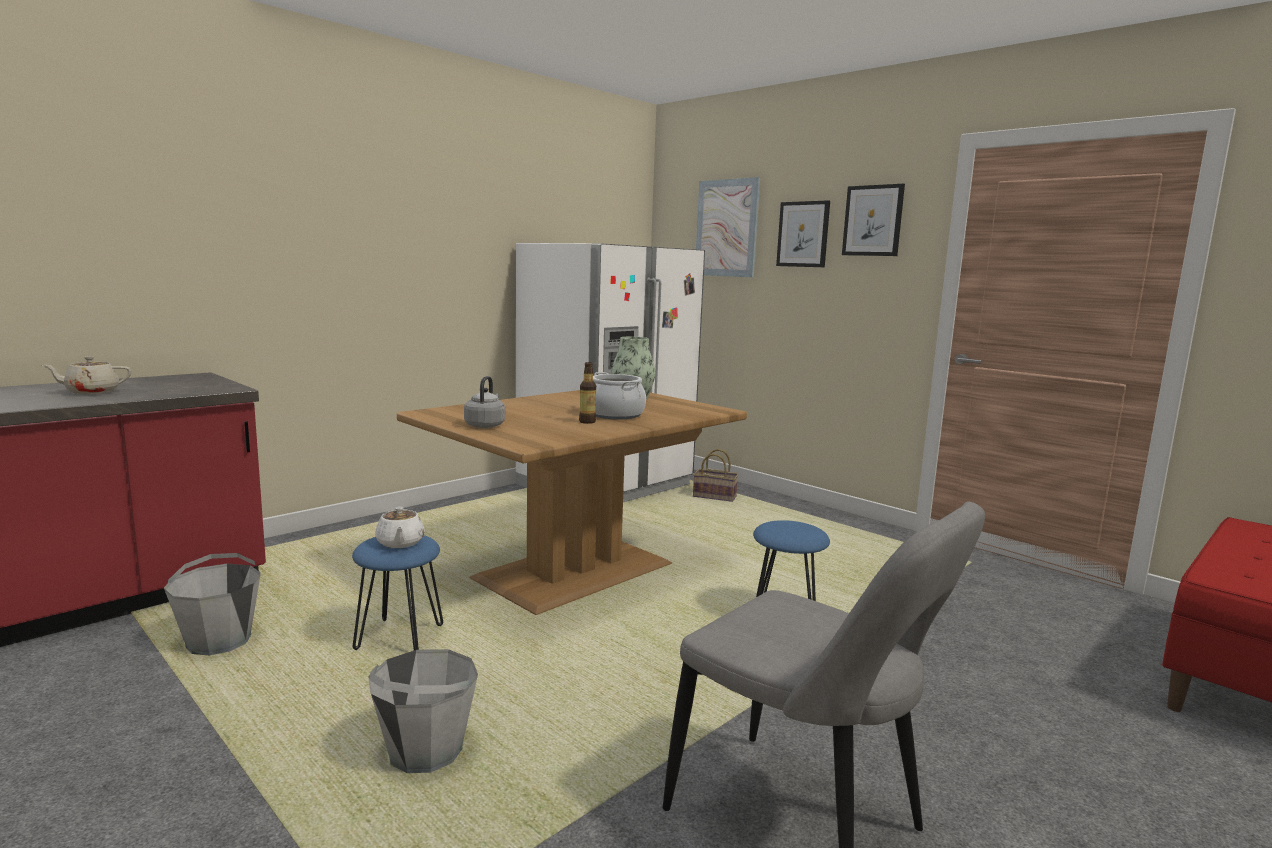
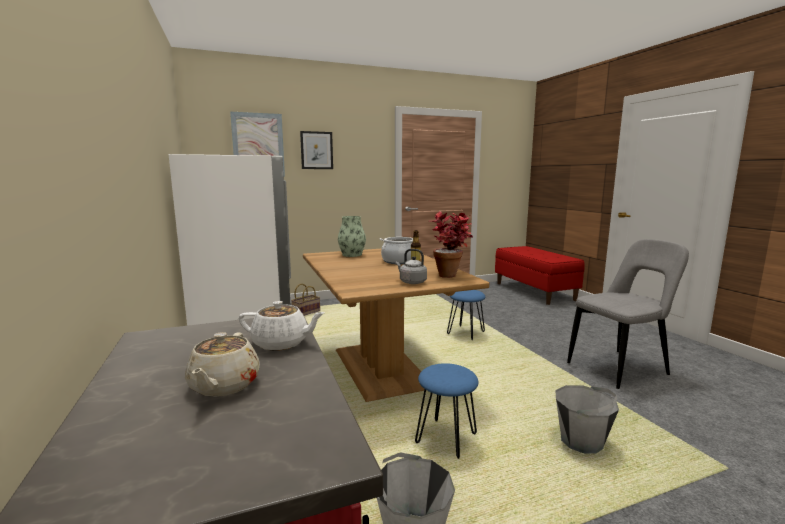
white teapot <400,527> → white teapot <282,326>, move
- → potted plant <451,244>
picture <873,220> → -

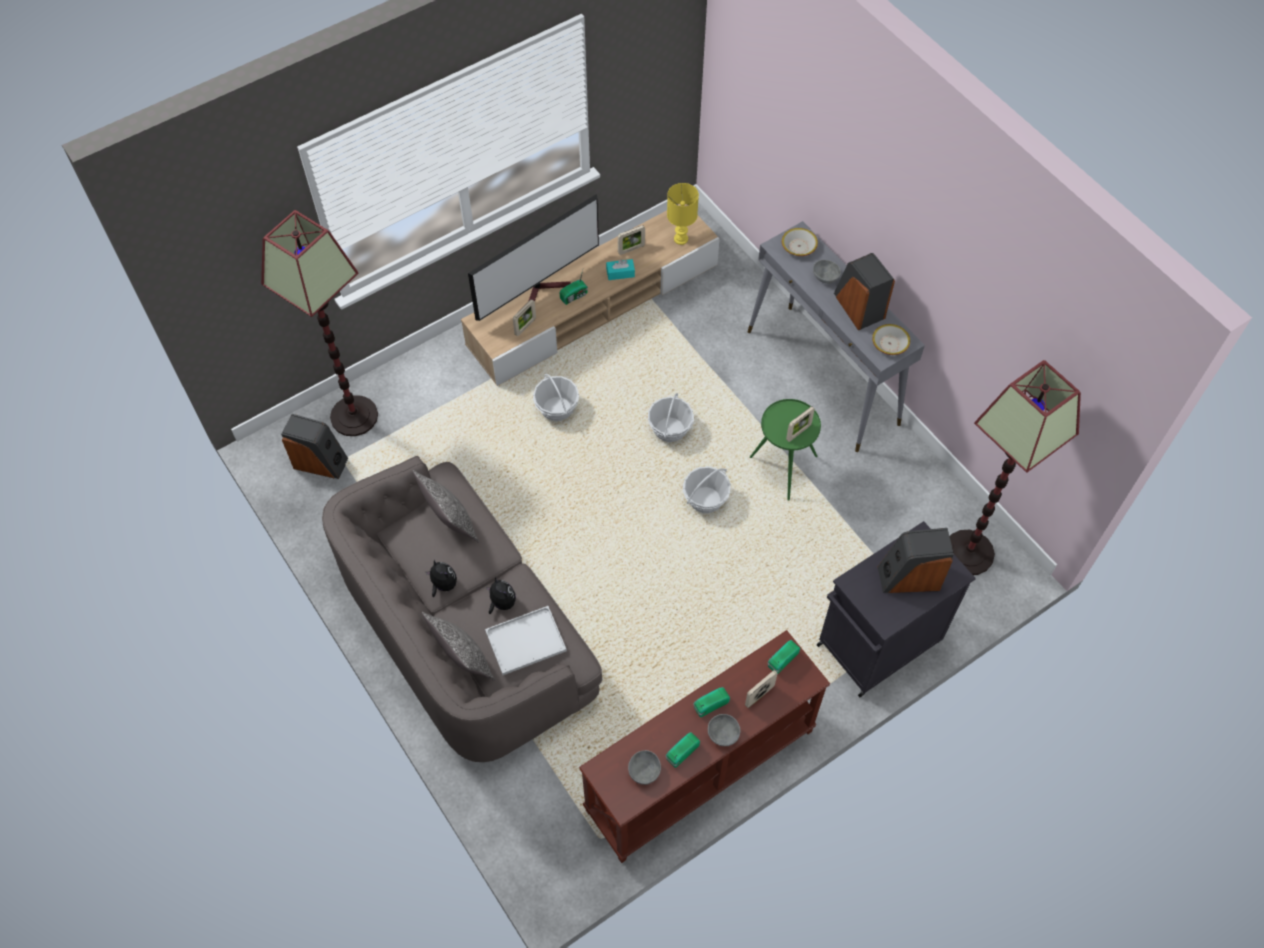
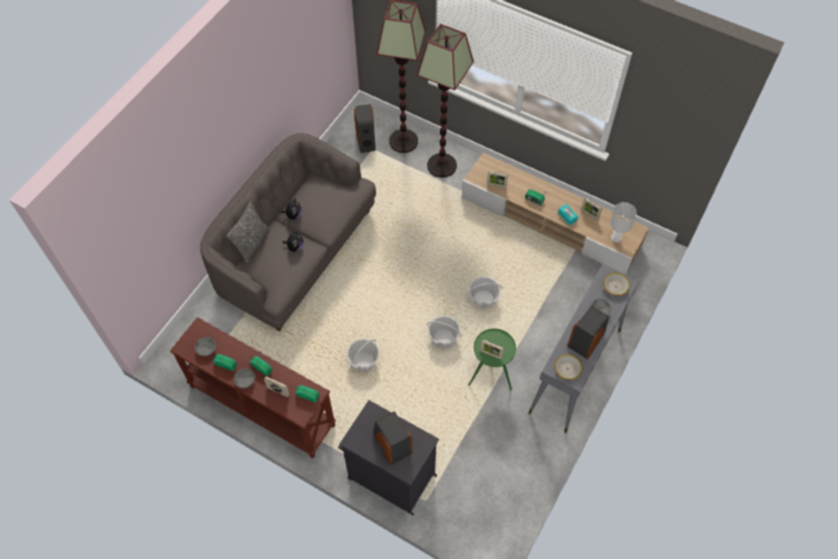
basket <556,397> → basket <363,355>, move
floor lamp <1015,467> → floor lamp <445,101>, move
yellow table lamp <683,214> → white table lamp <623,222>
pillow <445,506> → -
television <533,257> → -
white tray <526,640> → -

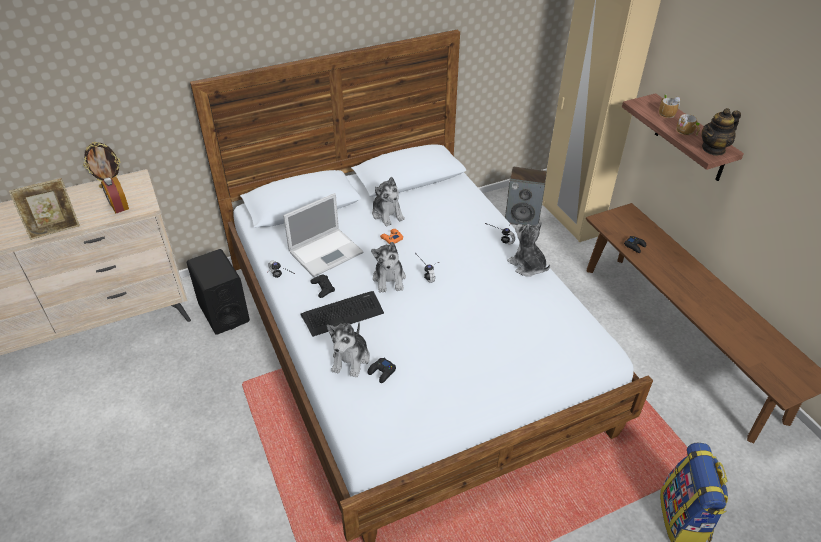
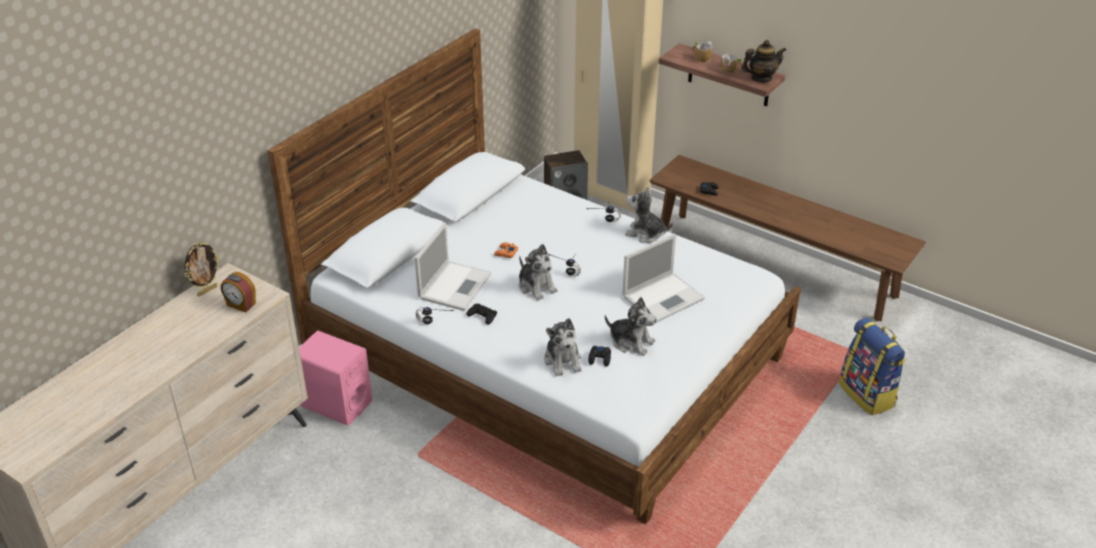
black speaker <218,292> → pink speaker <335,378>
plush toy <388,201> → plush toy <631,326>, move
- → laptop <663,278>
teapot <721,132> → teapot <764,61>, 135 degrees counterclockwise
picture frame <44,209> → -
keyboard <342,314> → -

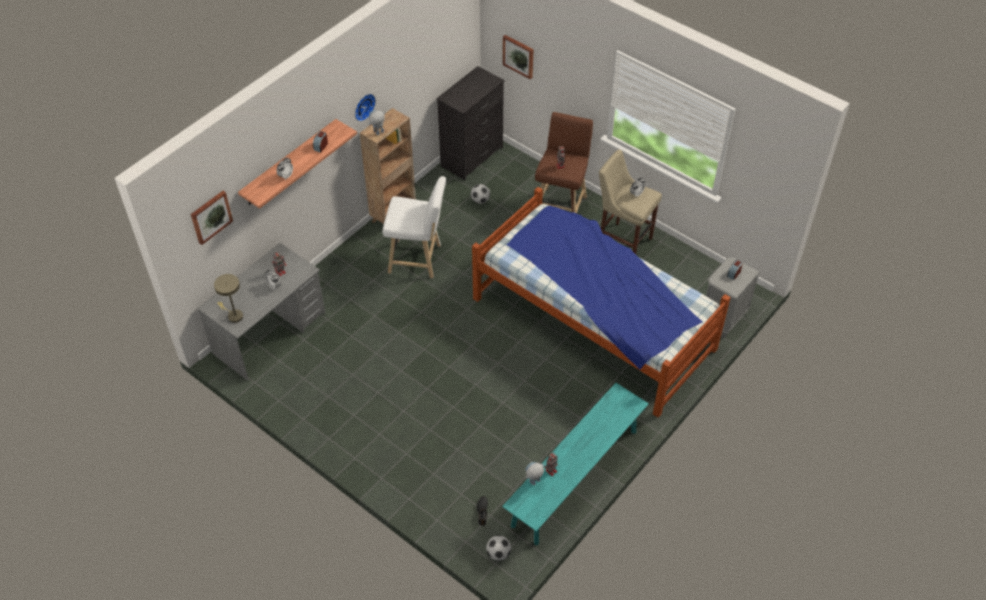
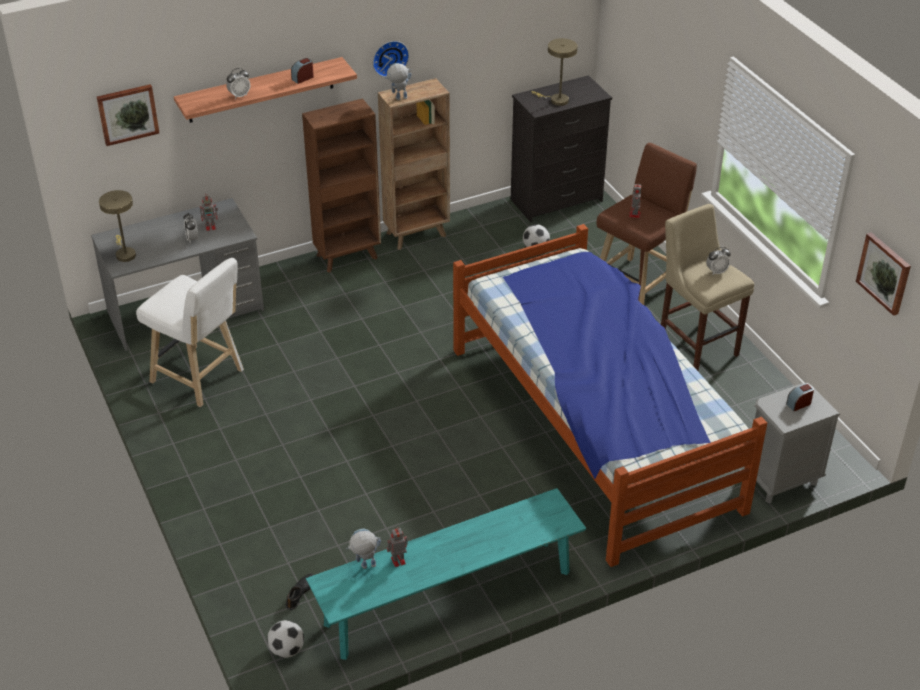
white stool <414,227> → white stool <190,332>, move
- → brown bookcase <341,185>
- → beige table lamp <554,72>
picture <518,57> → picture <883,274>, move

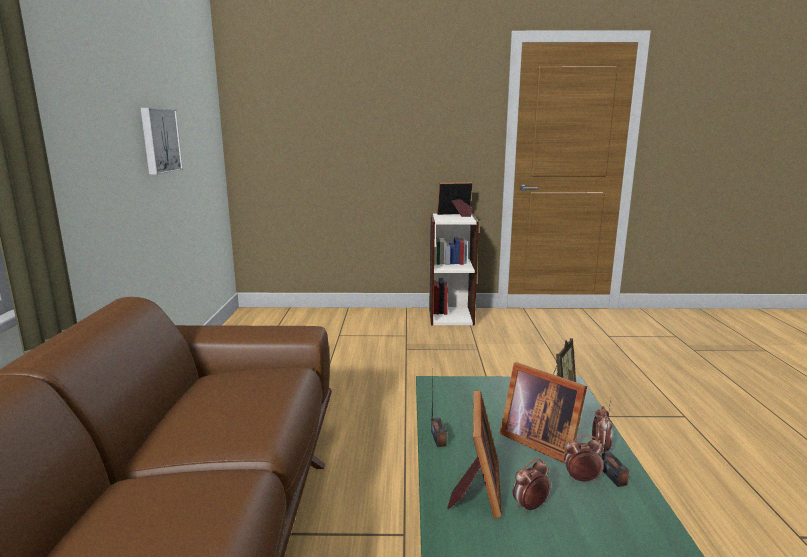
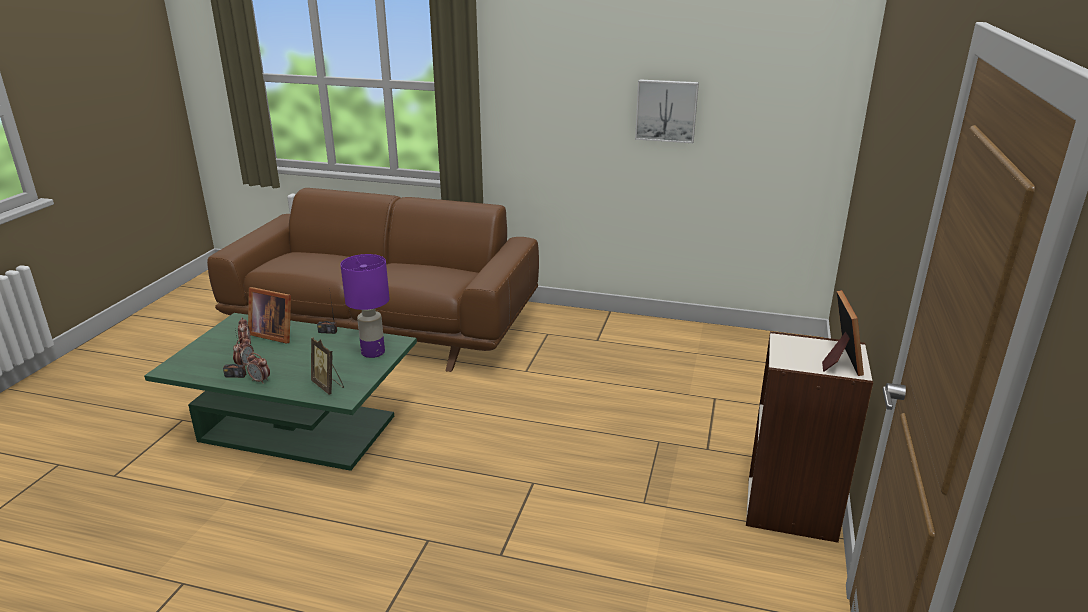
- → purple table lamp <364,306>
picture frame <543,412> → -

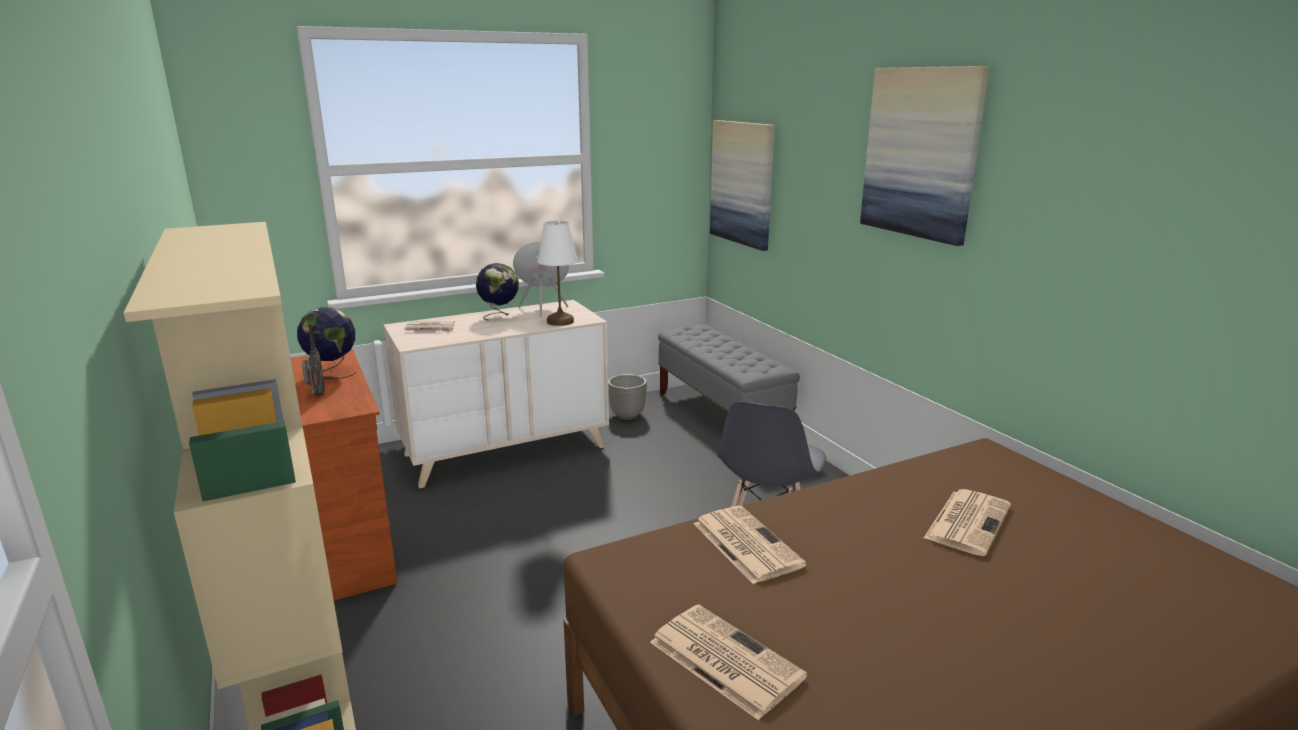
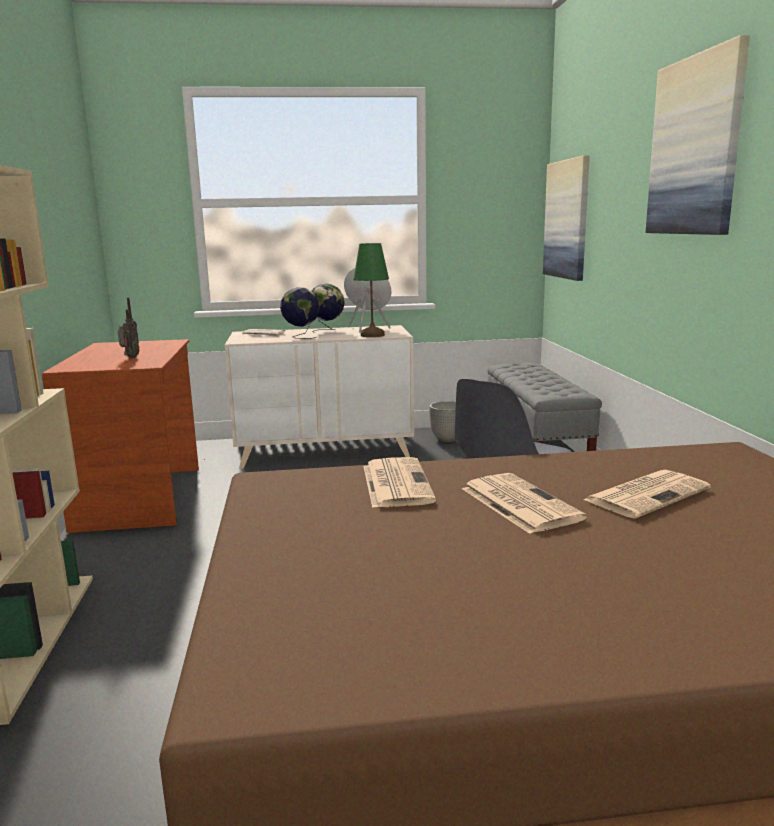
globe <327,343> → globe <300,313>, move
white table lamp <558,273> → green table lamp <371,290>
newspaper <728,662> → newspaper <524,503>, move

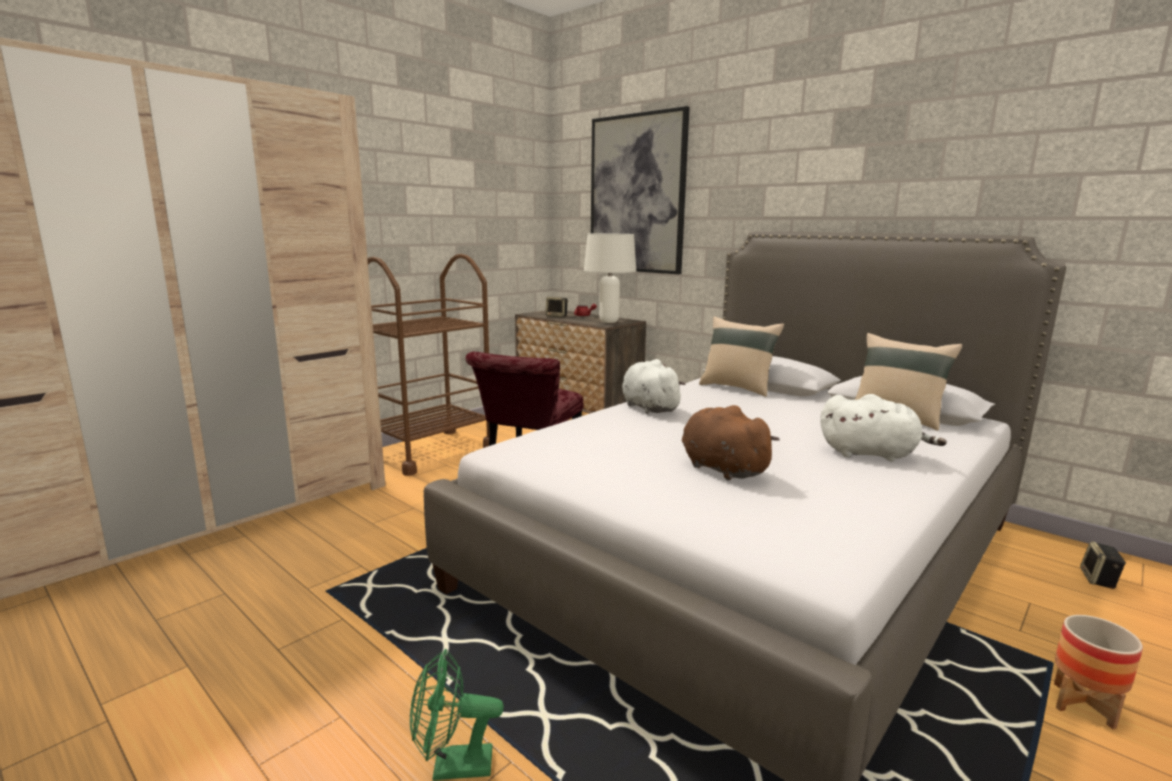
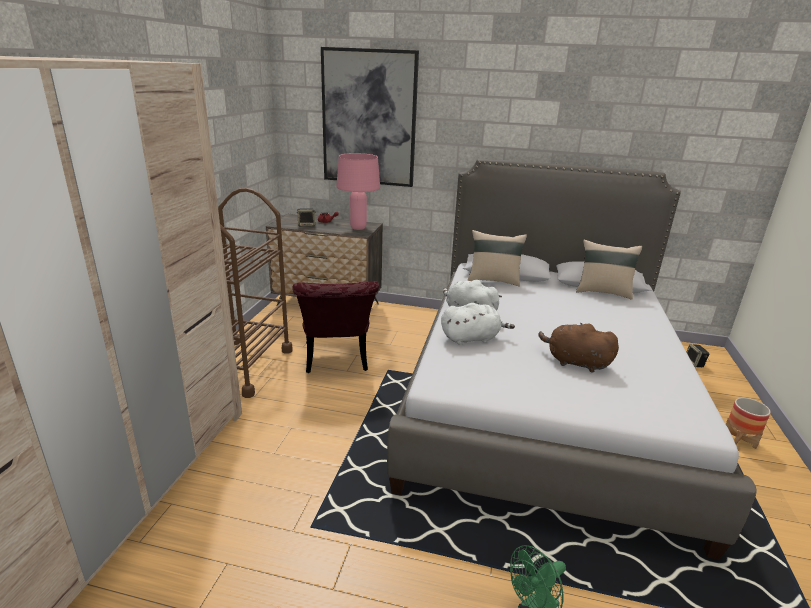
white table lamp <610,278> → pink table lamp <358,191>
white plush toy <883,427> → white plush toy <478,324>, move

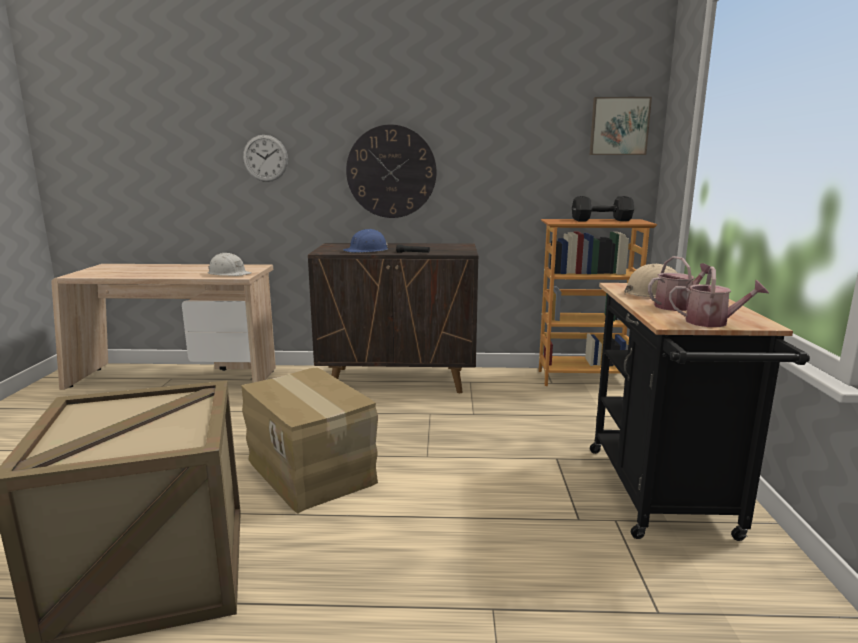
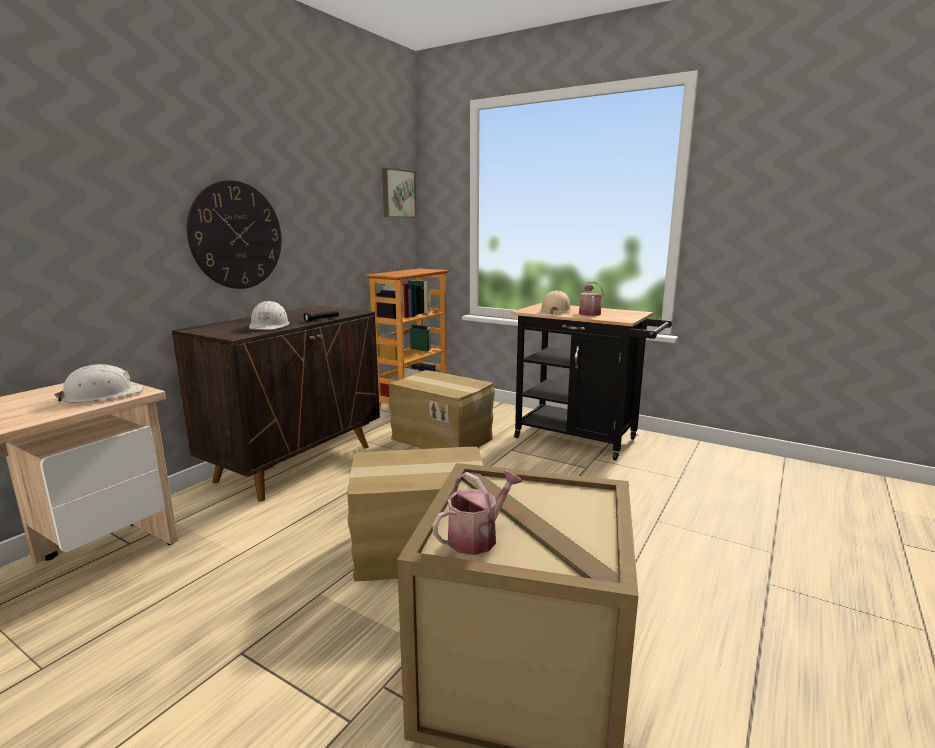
blue hard hat <365,241> → white hard hat <269,315>
- → cardboard box <441,409>
watering can <719,297> → watering can <477,512>, move
wall clock <265,158> → -
black dumbbell <603,208> → -

